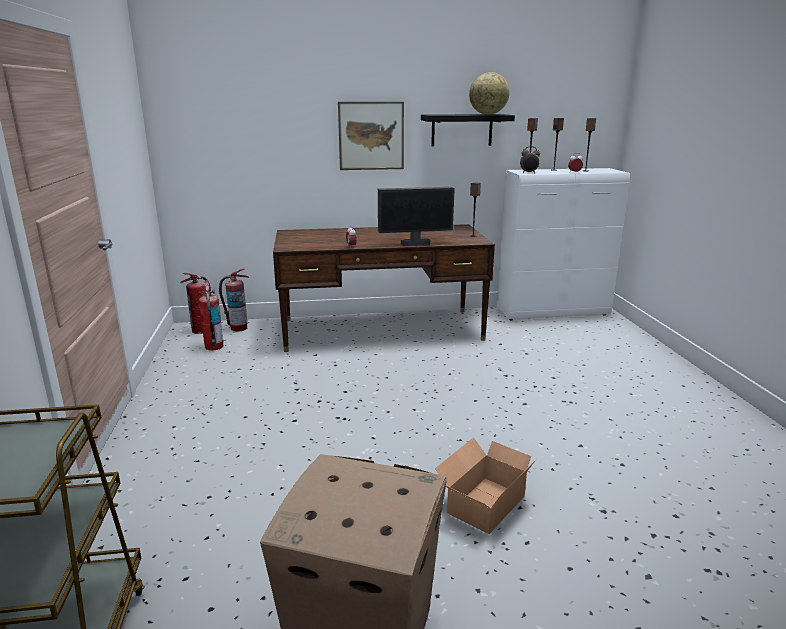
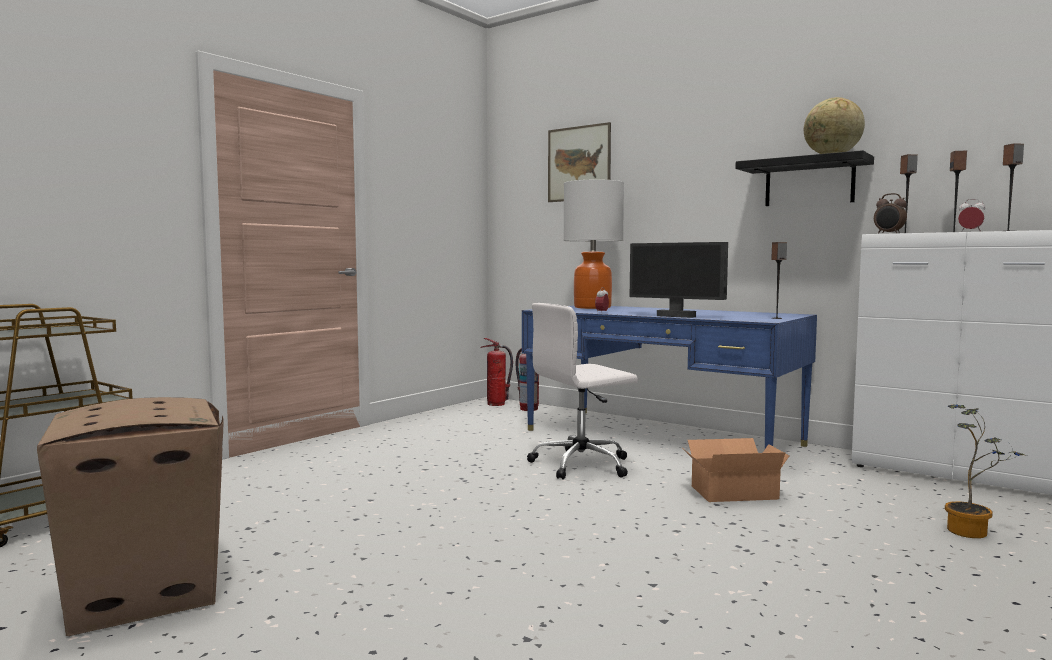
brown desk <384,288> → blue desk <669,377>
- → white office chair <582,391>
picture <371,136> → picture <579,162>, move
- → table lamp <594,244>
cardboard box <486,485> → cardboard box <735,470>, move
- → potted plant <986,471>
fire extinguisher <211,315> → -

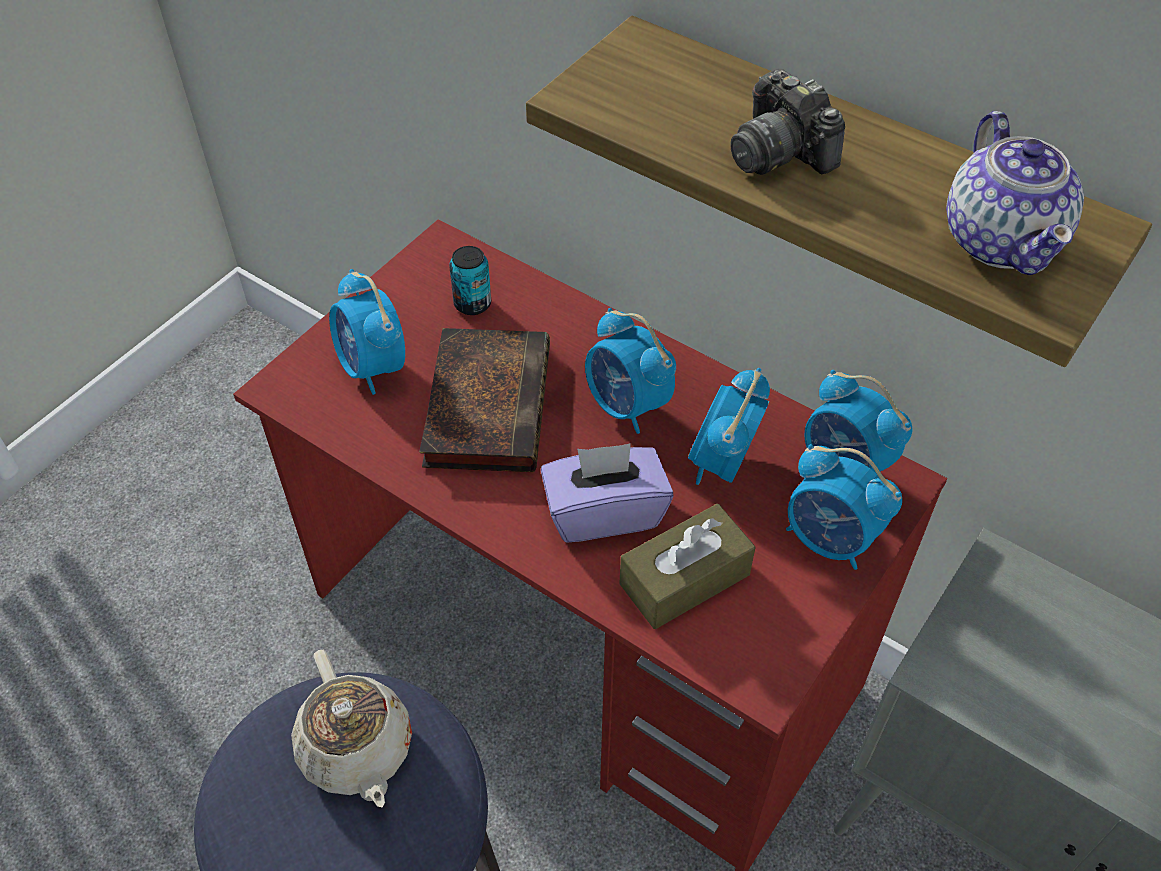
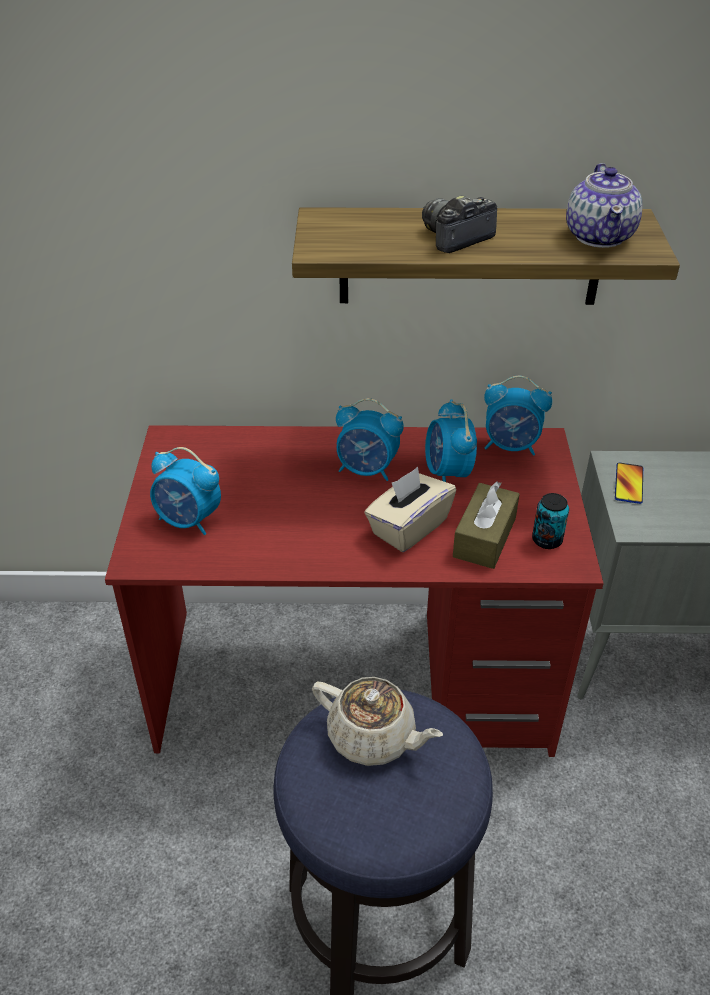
purple tissue box <607,493> → beige tissue box <410,509>
photo camera <788,122> → photo camera <459,224>, 120 degrees clockwise
can <470,280> → can <550,521>, move
teapot <1015,193> → teapot <604,205>, 45 degrees clockwise
- → phone <629,483>
book <484,400> → -
alarm clock <844,507> → -

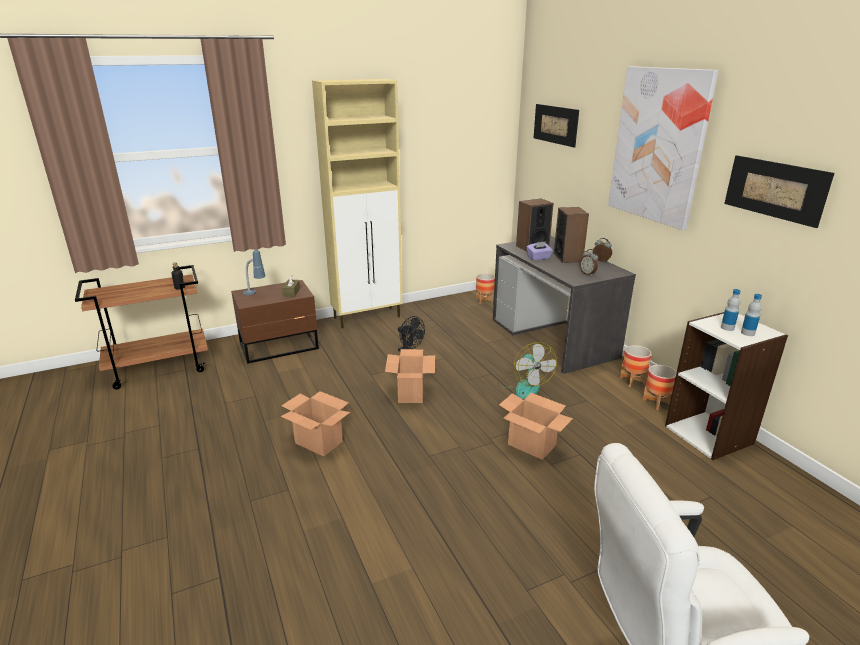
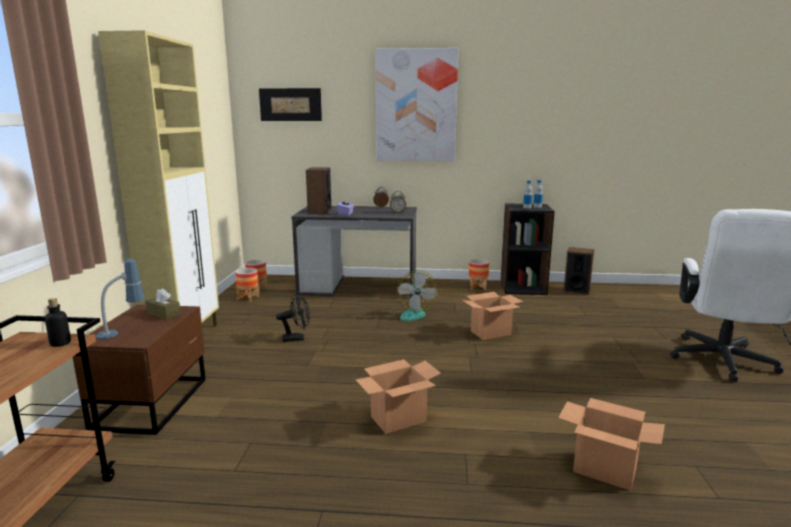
planter <635,366> → planter <247,285>, move
fan <527,370> → fan <414,295>, 75 degrees clockwise
white bookcase <726,386> → black bookcase <527,249>
cardboard box <410,376> → cardboard box <611,444>, move
speaker <571,235> → speaker <578,271>, move
picture <779,191> → -

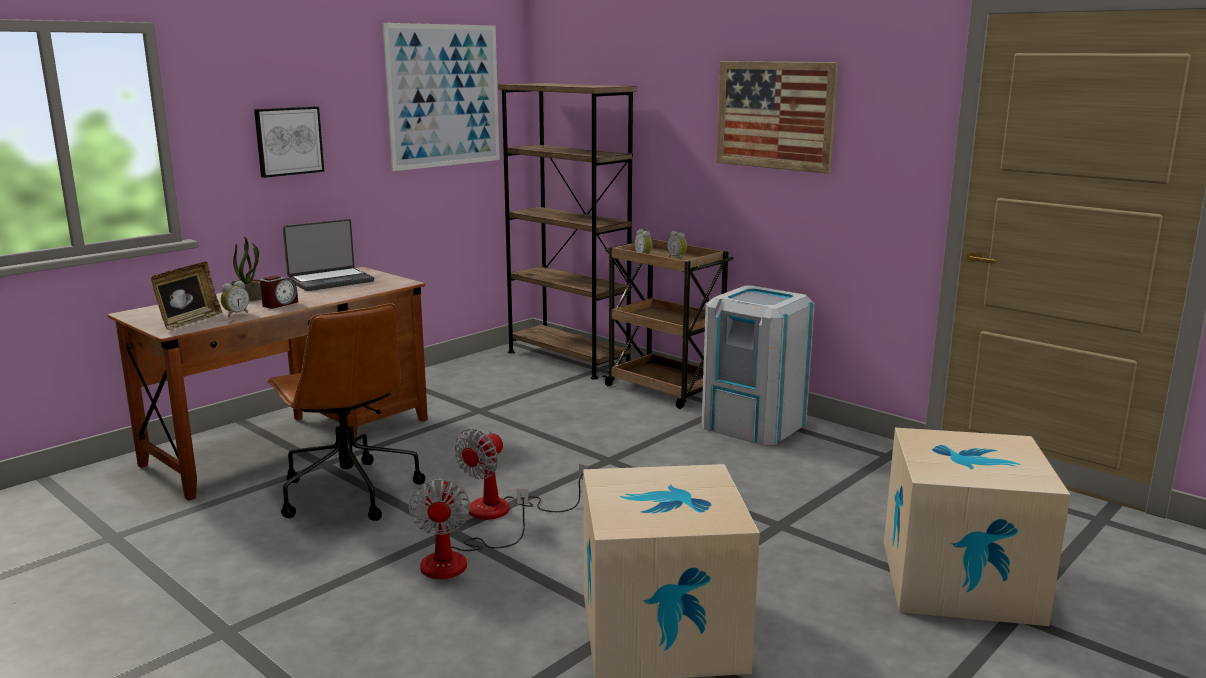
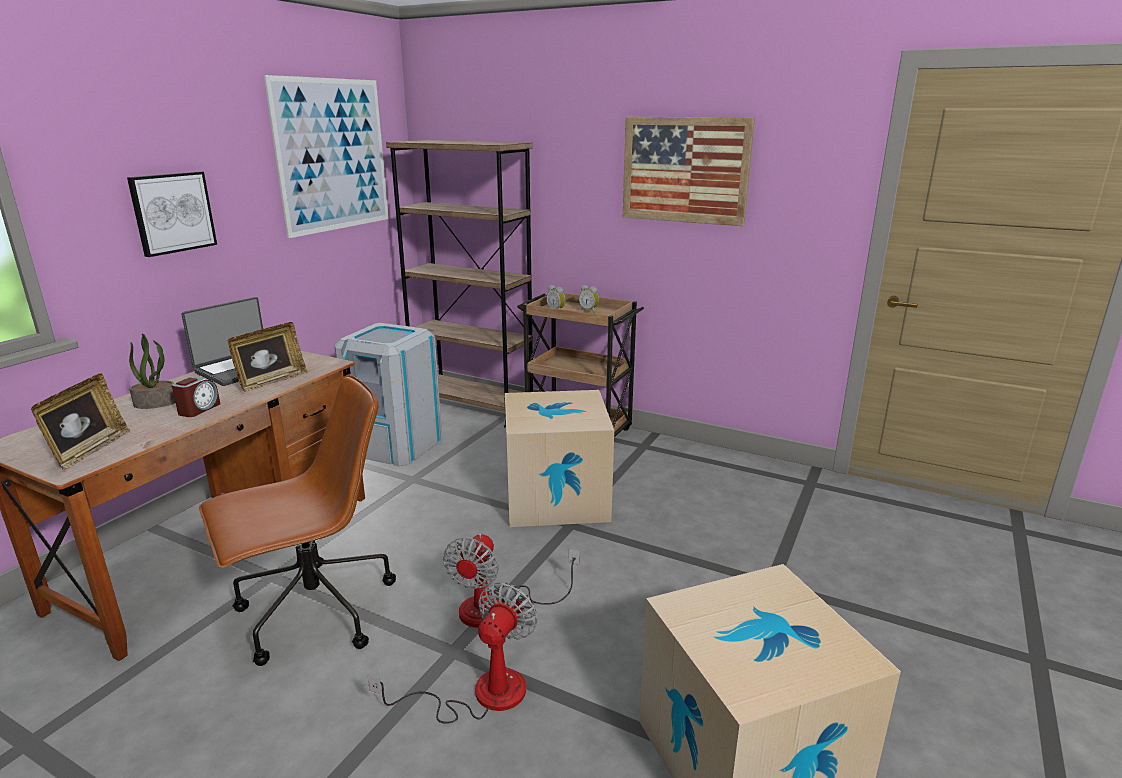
brown office chair <345,412> → brown office chair <297,520>, 75 degrees counterclockwise
- → picture frame <267,357>
grey trash can <758,365> → grey trash can <388,394>, move
fan <468,528> → fan <453,653>, 135 degrees counterclockwise
cardboard box <977,527> → cardboard box <559,458>, move
alarm clock <235,299> → -

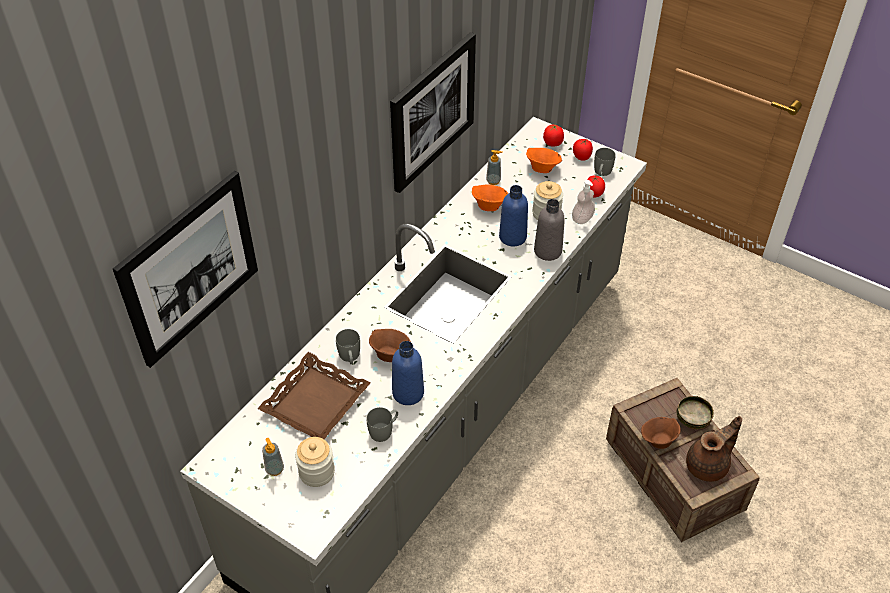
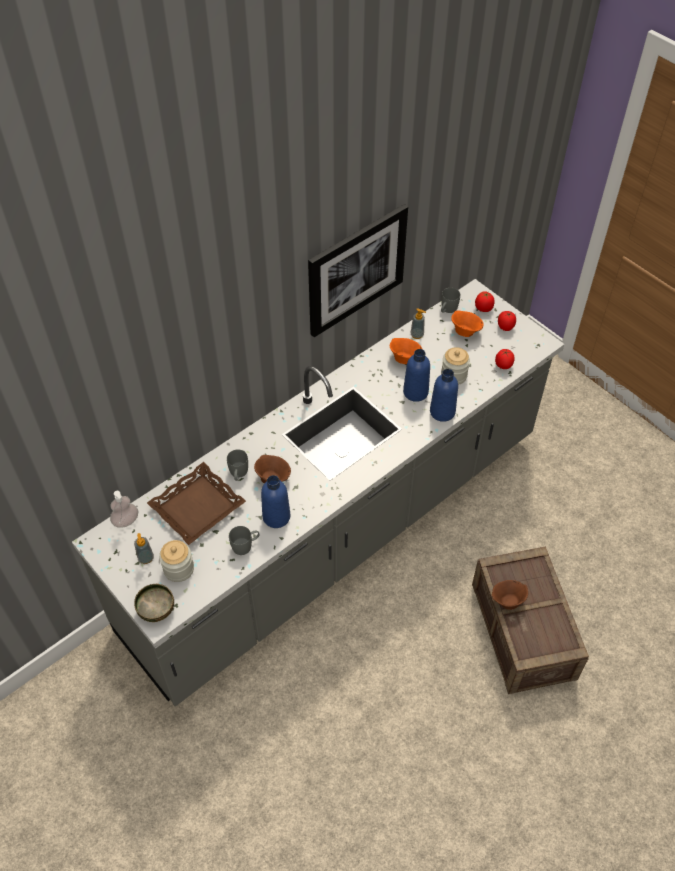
soap dispenser <583,202> → soap dispenser <124,509>, move
bowl <695,412> → bowl <154,603>, move
grey bottle <549,230> → blue bottle <444,395>
grey mug <605,162> → grey mug <450,300>, move
picture <185,269> → -
brown teapot <714,449> → -

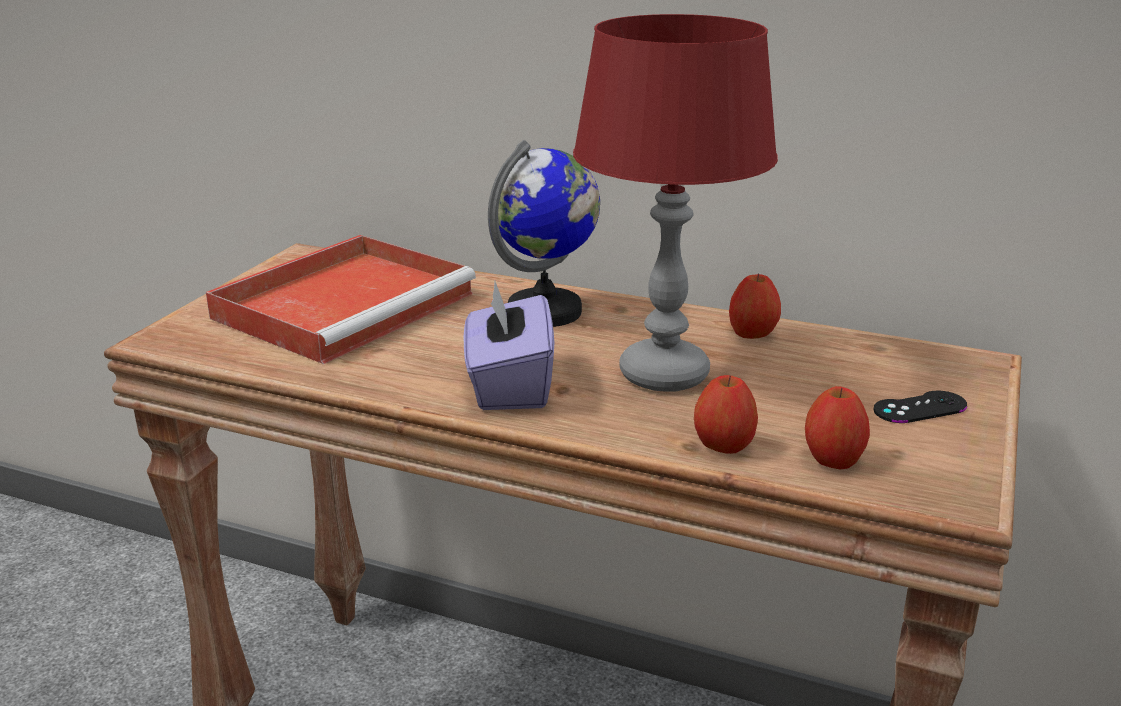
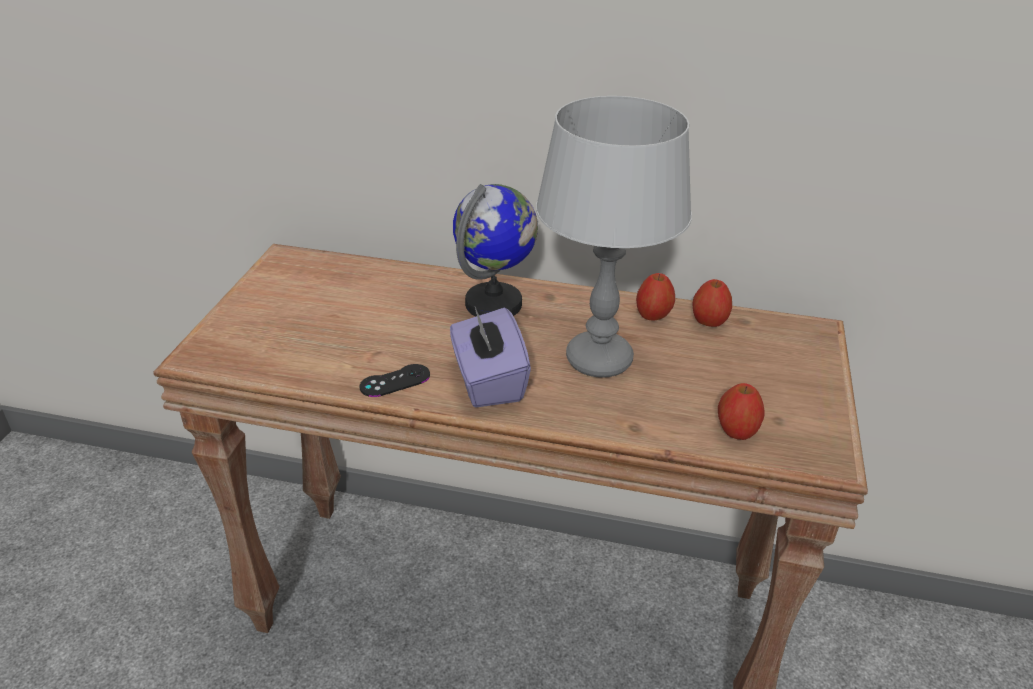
black game controller <920,406> → black game controller <395,380>, move
red table lamp <675,203> → grey table lamp <614,237>
apple <726,414> → apple <712,303>, move
red tray <341,299> → -

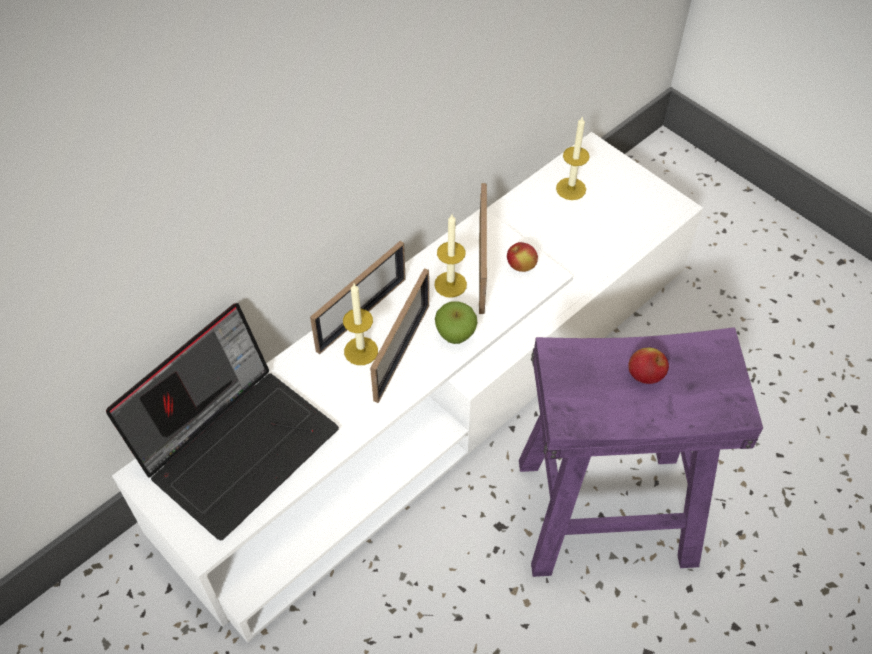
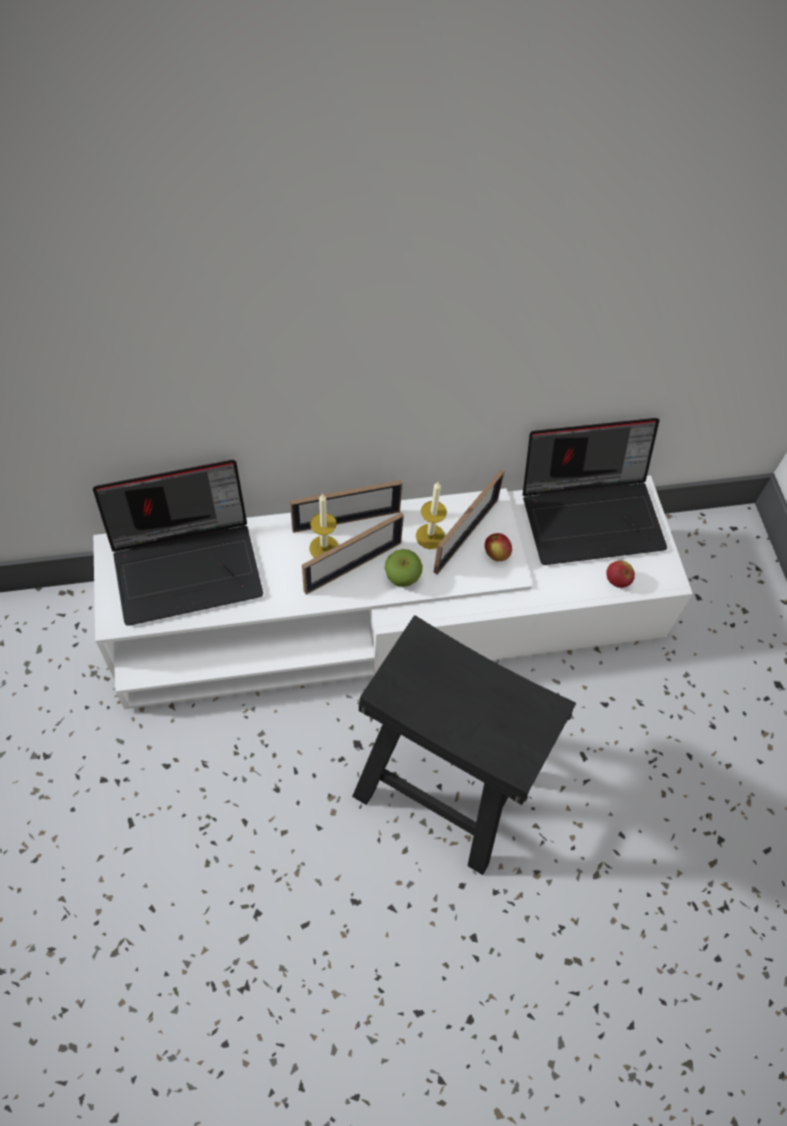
purple stool <641,452> → black stool <464,745>
candle <573,158> → laptop <595,491>
apple <649,366> → apple <620,574>, move

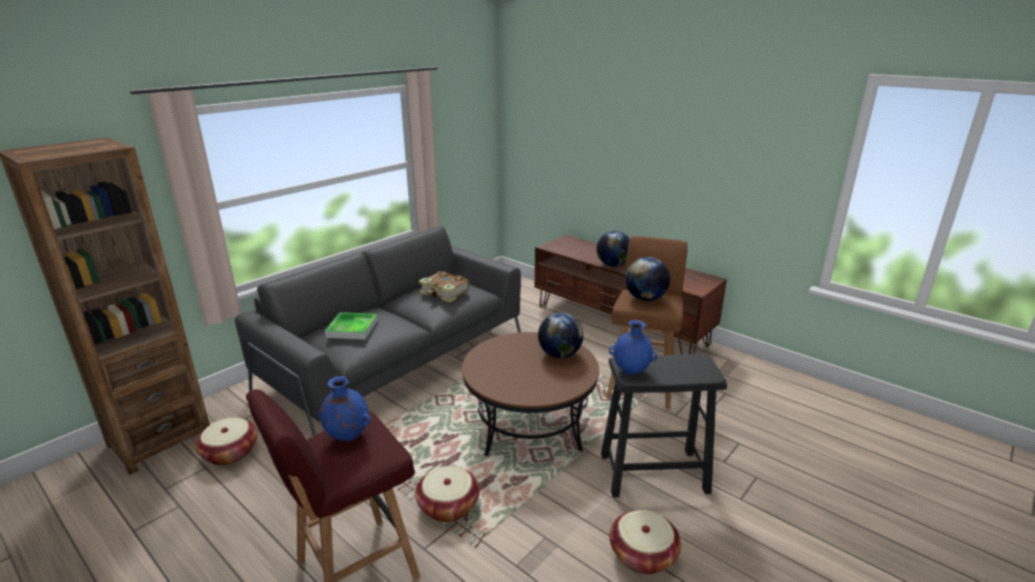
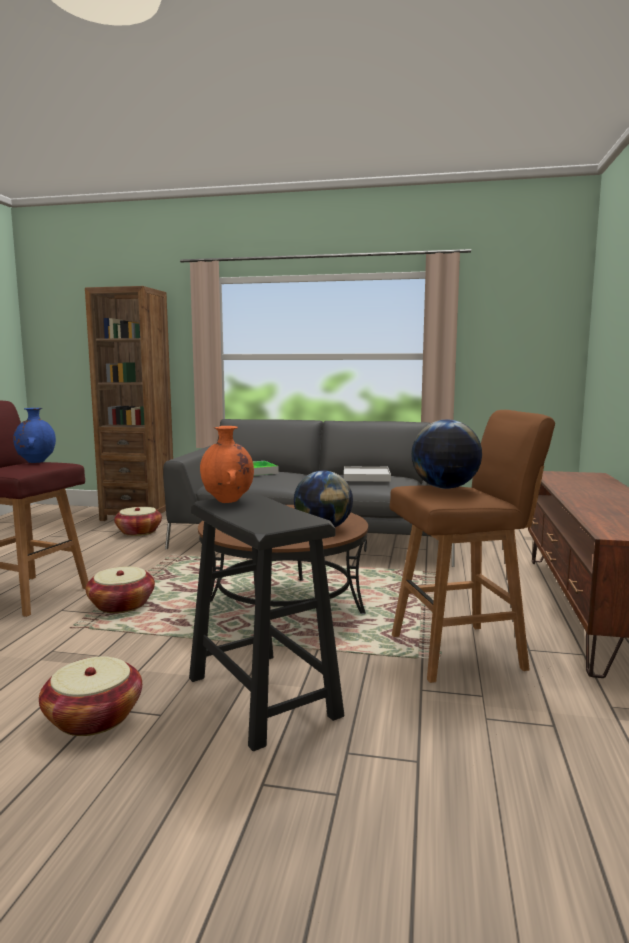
blue vase <633,347> → orange vase <227,464>
book <444,286> → white tray <367,474>
globe <613,249> → -

